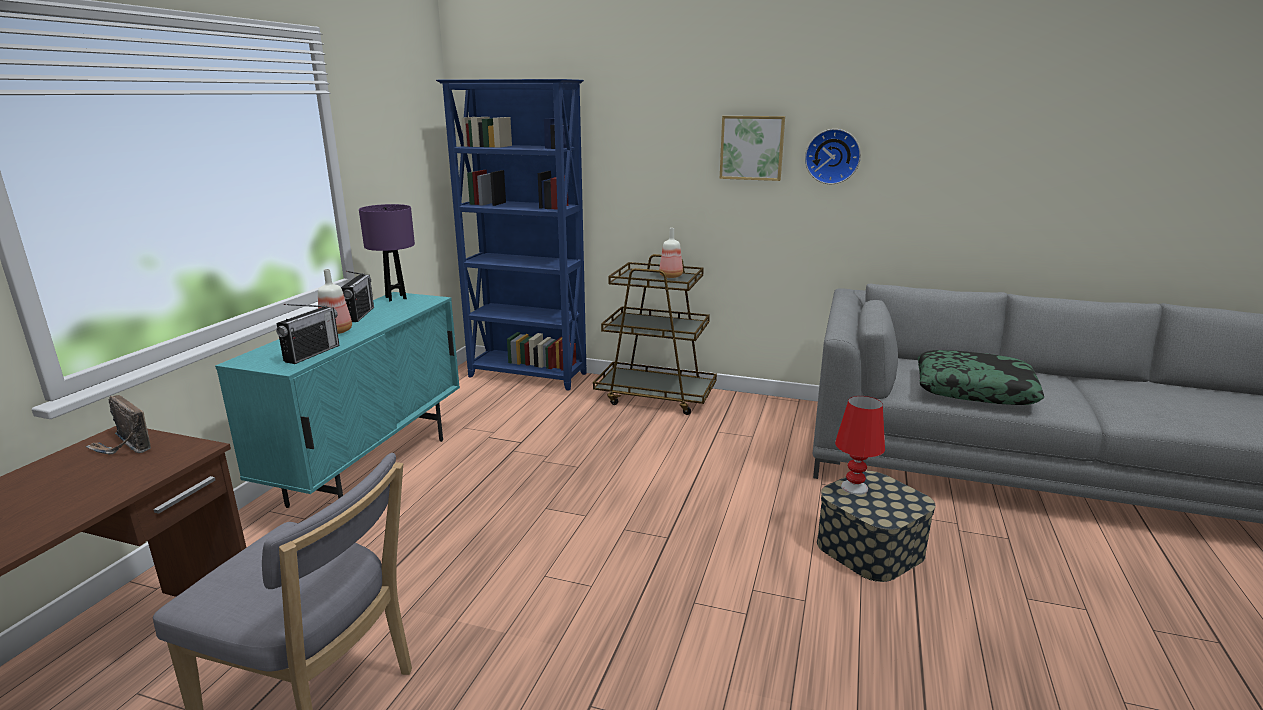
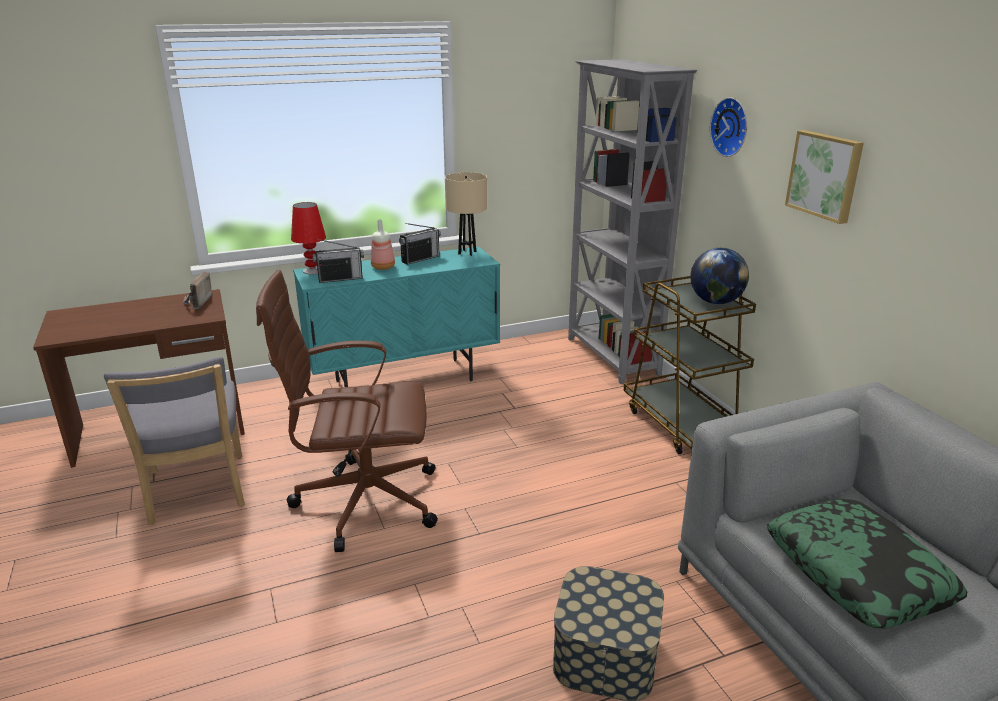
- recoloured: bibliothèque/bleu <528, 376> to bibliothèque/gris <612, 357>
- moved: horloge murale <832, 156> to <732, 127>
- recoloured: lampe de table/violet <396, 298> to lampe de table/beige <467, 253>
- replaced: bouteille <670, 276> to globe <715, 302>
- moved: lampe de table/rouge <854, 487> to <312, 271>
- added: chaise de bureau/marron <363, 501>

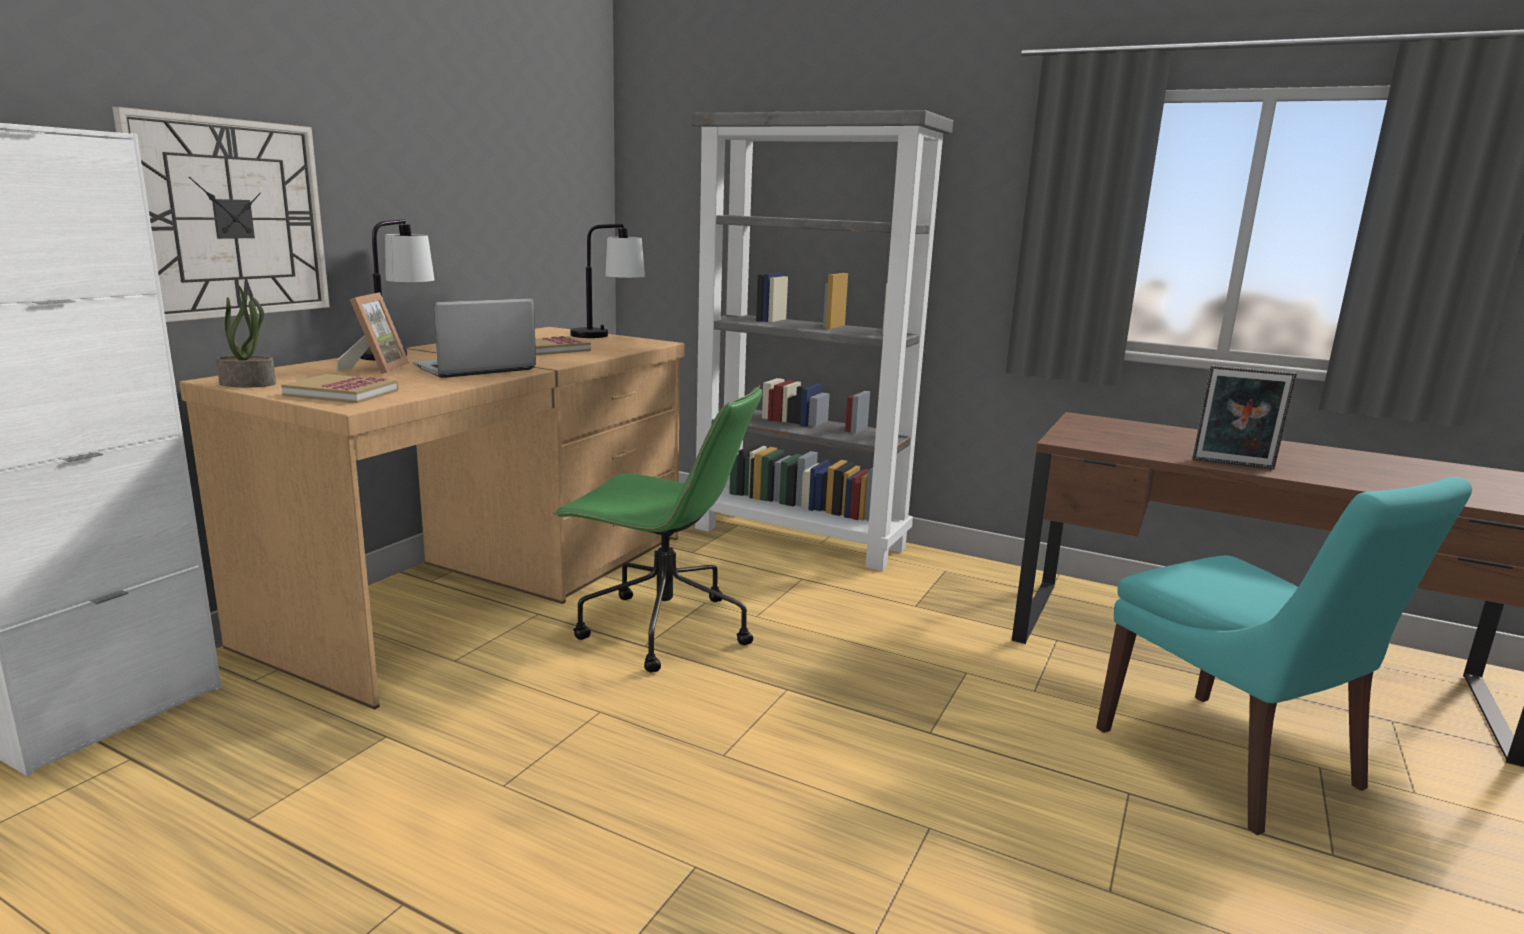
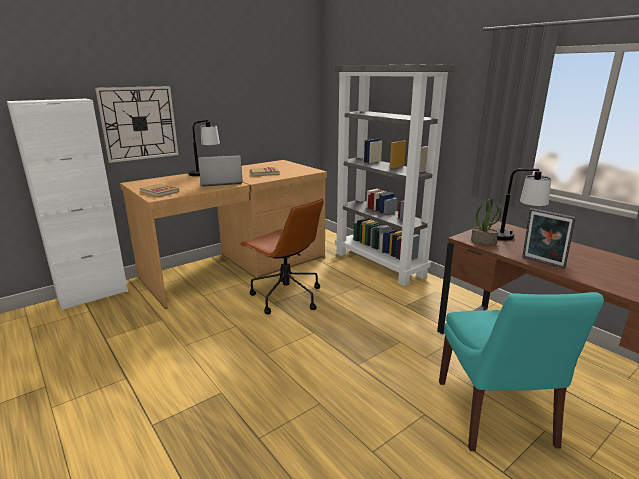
- moved: lampe de table <607, 336> to <513, 238>
- moved: plante en pot <249, 384> to <483, 241>
- removed: cadre photo <376, 368>
- recoloured: chaise de bureau/vert <661, 629> to chaise de bureau/marron <285, 297>

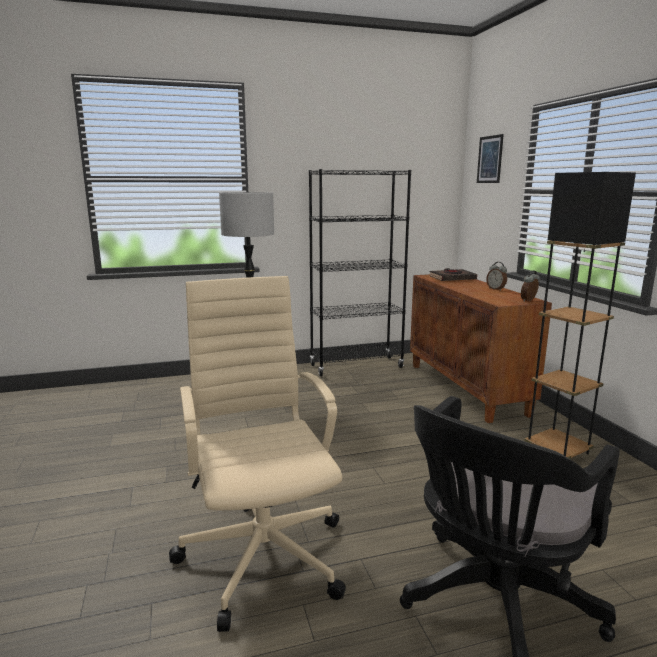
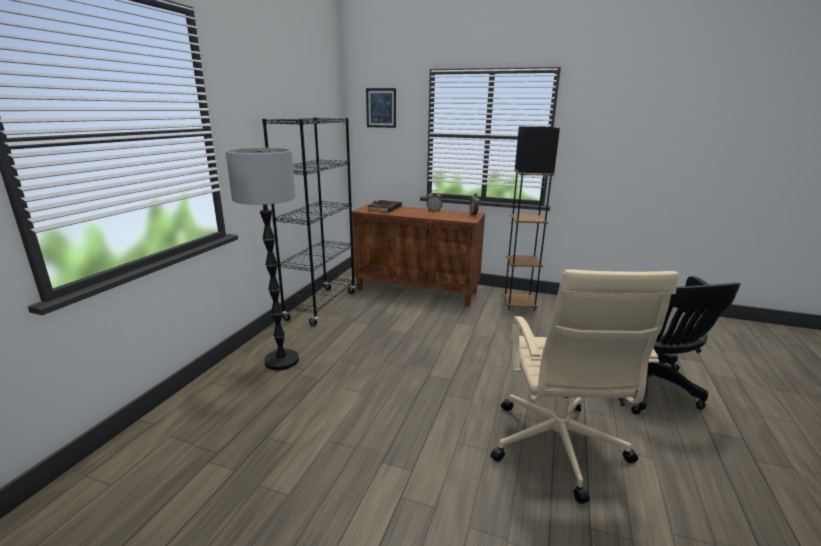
- turned: chaise de bureau/beige <263, 553> = <557, 448> 105 degrees counterclockwise

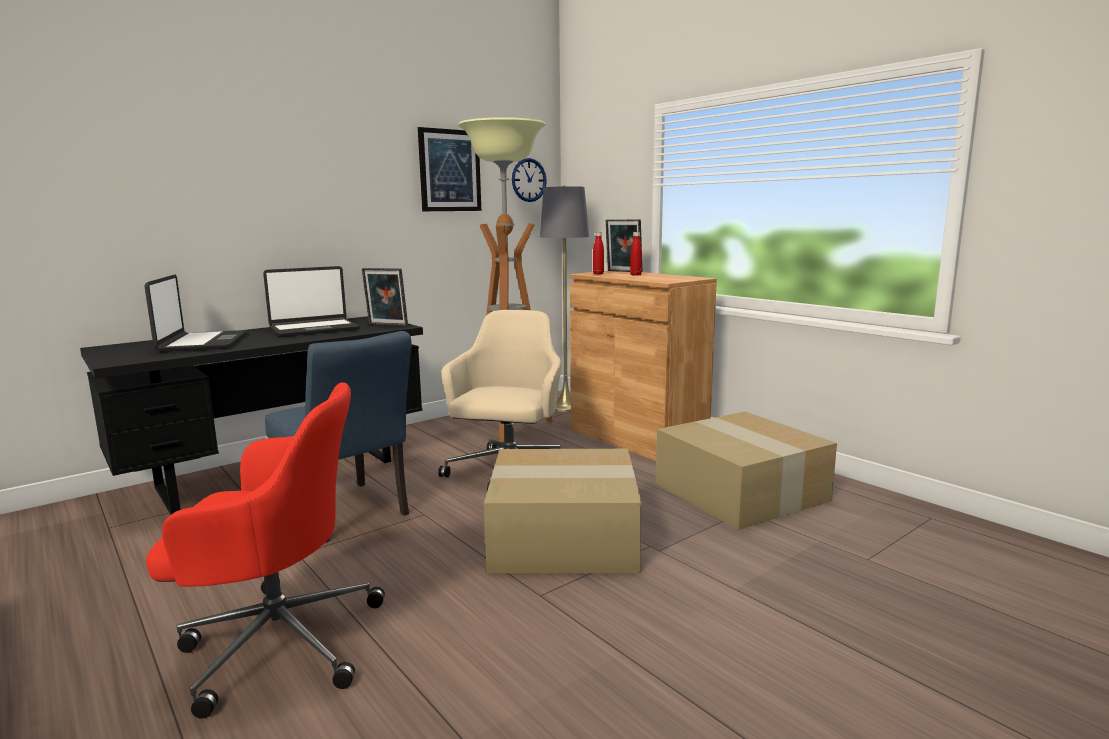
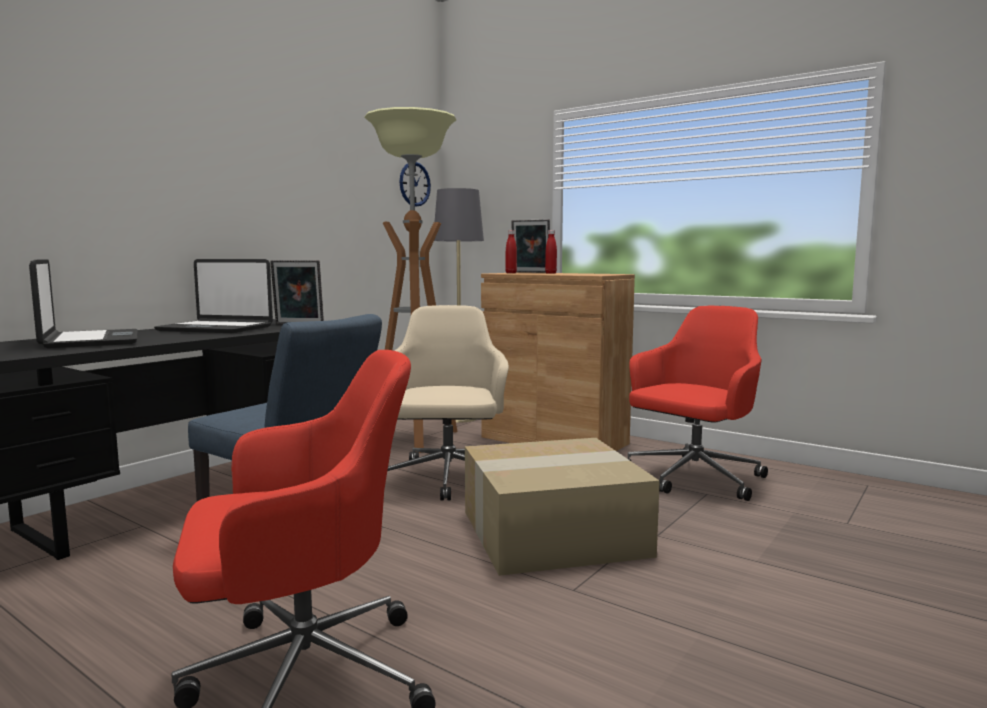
- removed: tableau <449, 170>
- turned: ordinateur portable <314, 329> = <216, 328> 60 degrees clockwise
- replaced: carton <743, 492> to chaise de bureau/rouge <692, 478>

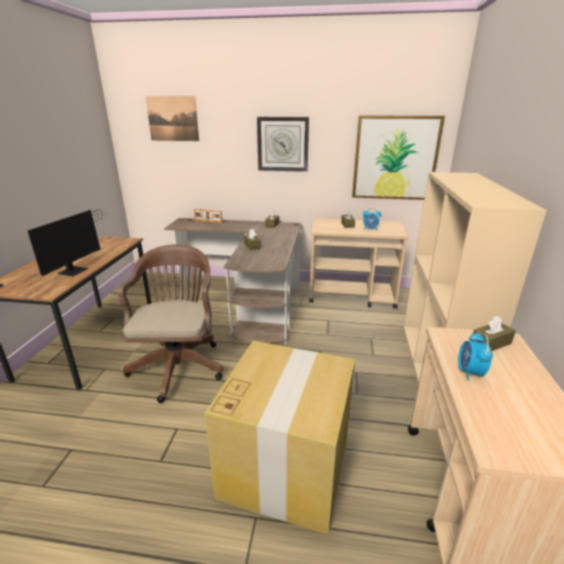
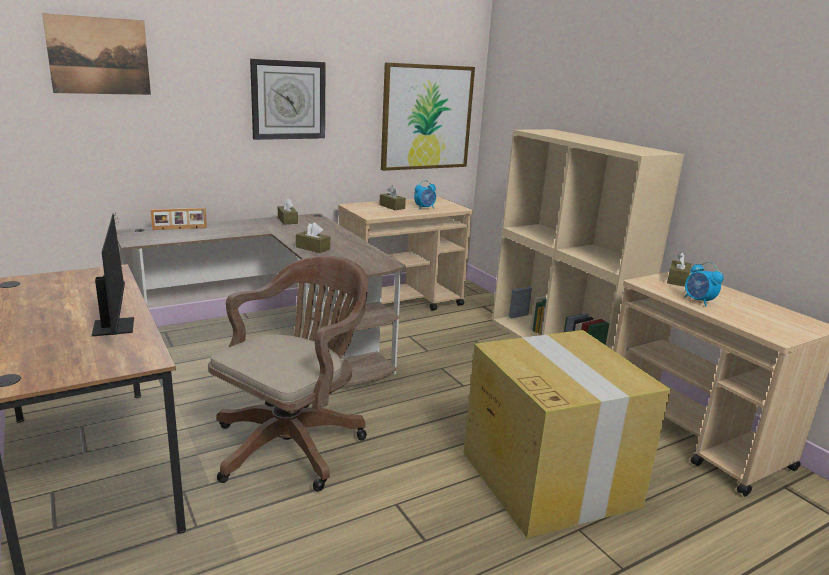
- turned: chaise de bureau/marron <179, 364> = <294, 442> 75 degrees clockwise

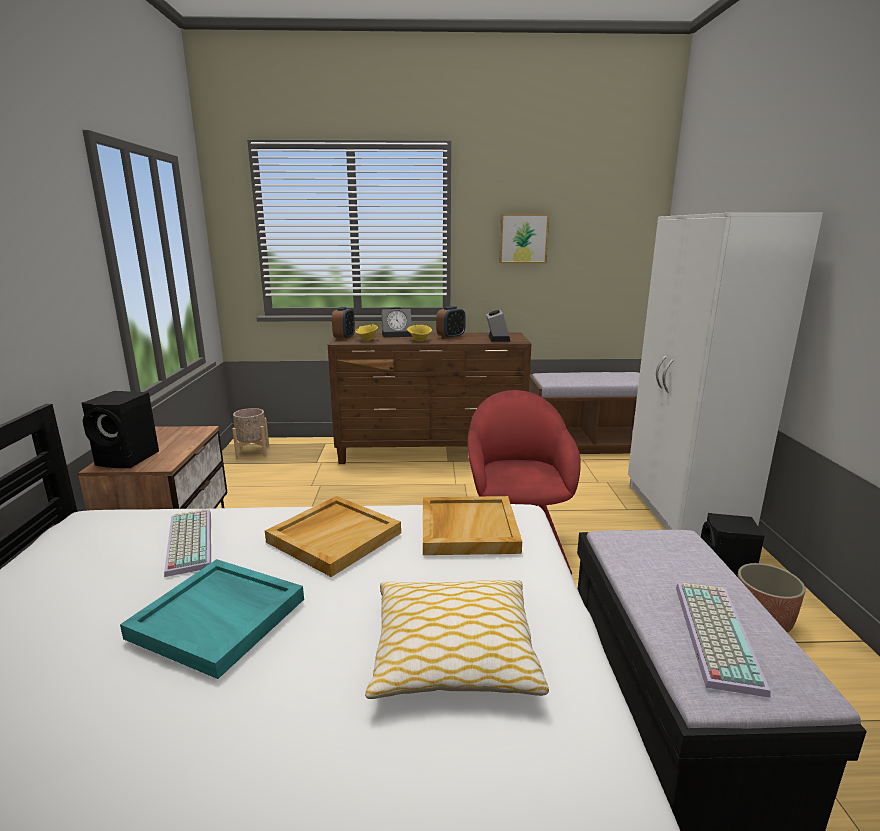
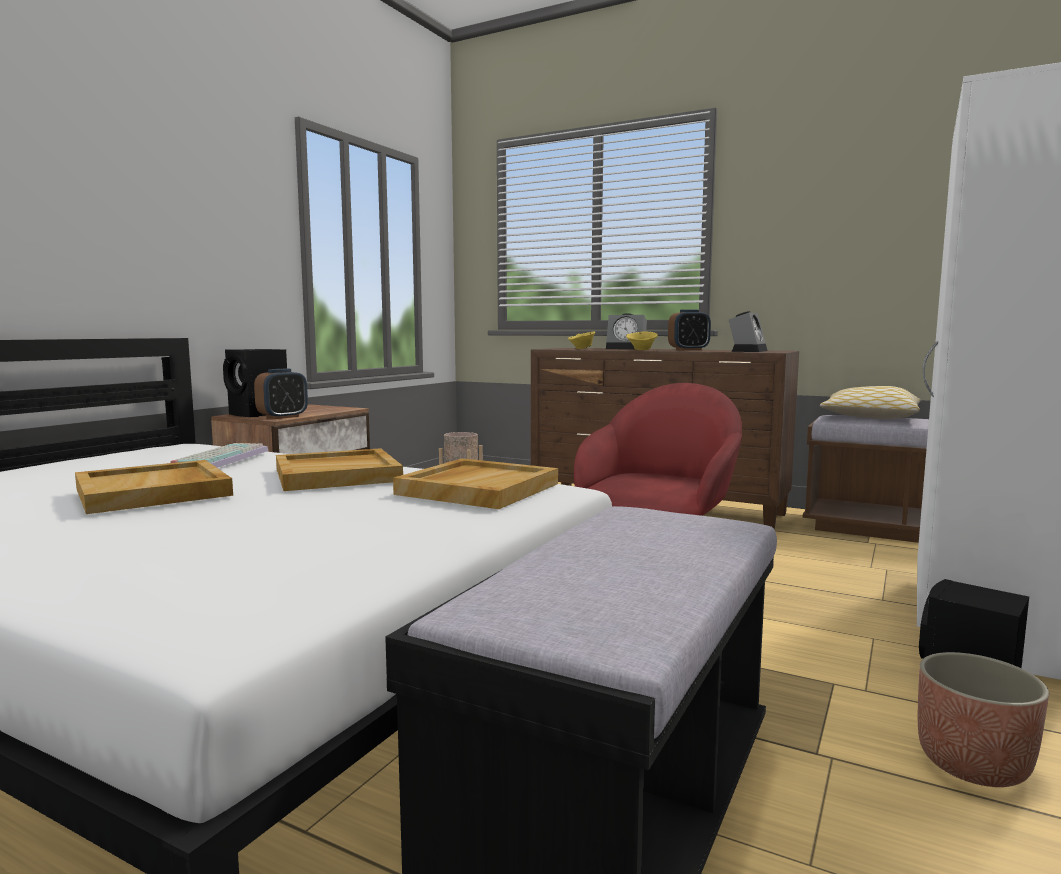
- removed: tableau <523, 238>
- moved: réveil <344, 338> to <283, 417>
- recoloured: plateau/turquoise <220, 618> to plateau/beige <155, 492>
- moved: coussin <453, 654> to <870, 417>
- removed: clavier <713, 633>

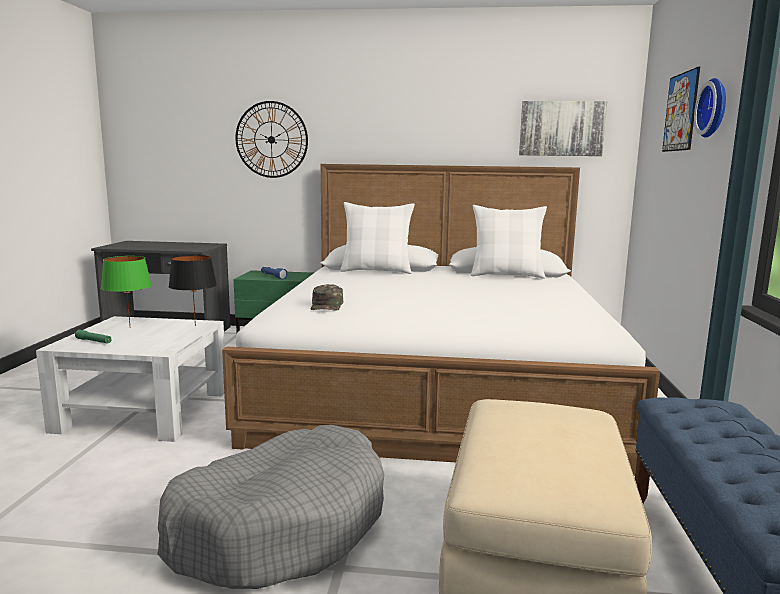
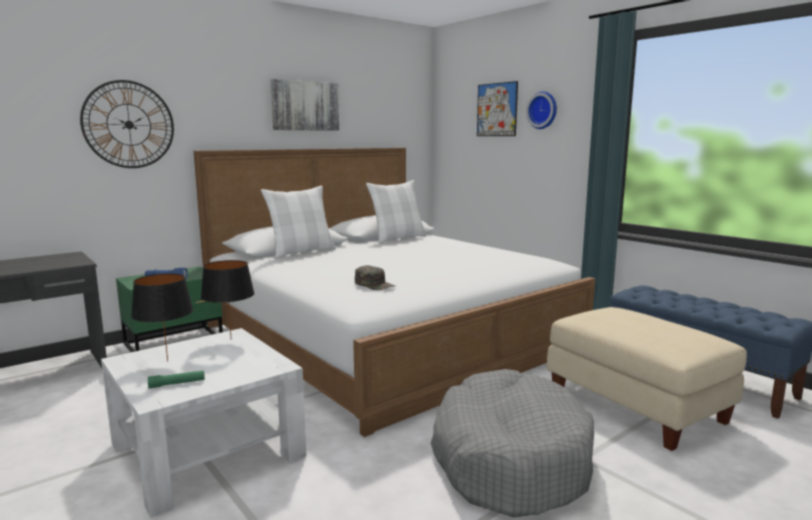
- moved: tableau <561, 128> to <305, 106>
- recoloured: lampe de table/vert <130, 327> to lampe de table/noir <168, 361>

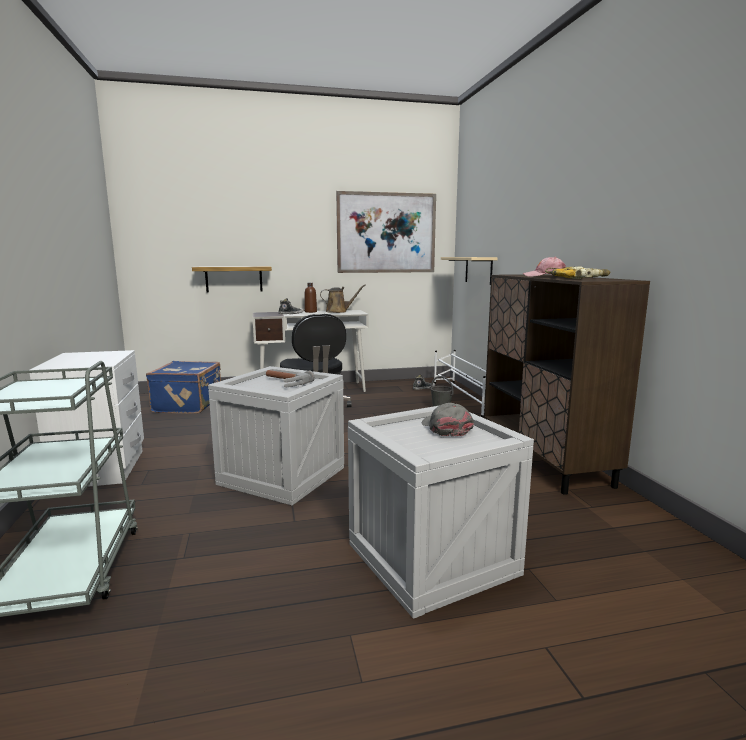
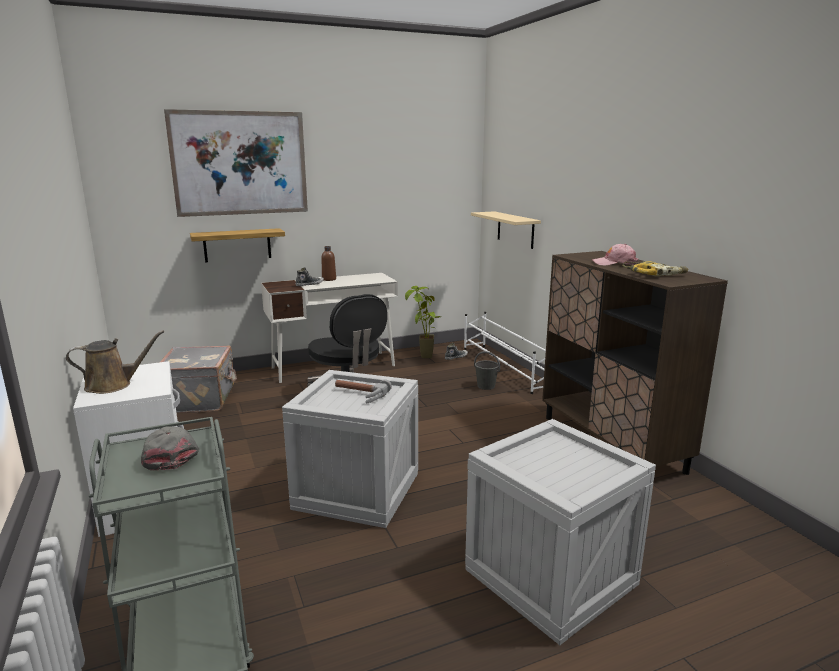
- moved: tableau <386, 233> to <240, 163>
- moved: arrosoir/marron <338, 311> to <113, 385>
- recoloured: valise/bleu <189, 405> to valise/gris <200, 399>
- moved: casquette/gris <446, 428> to <169, 455>
- added: plante en pot <424, 358>

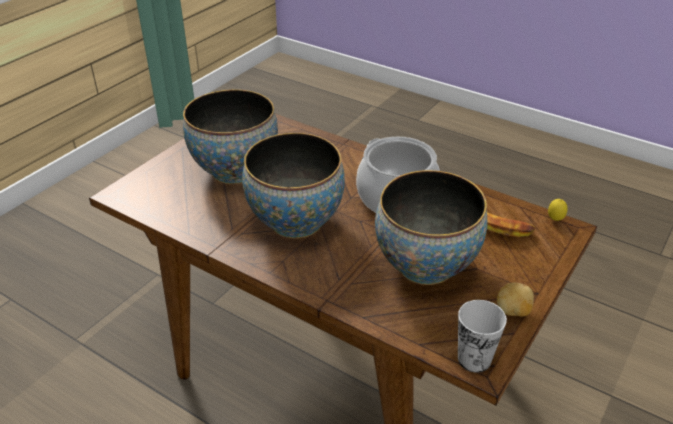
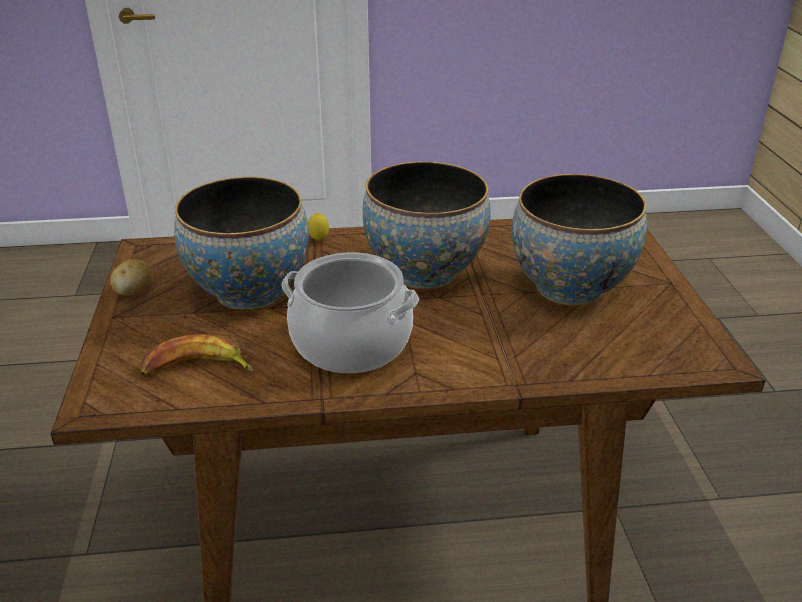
- moved: citron <555, 220> to <319, 240>
- removed: tasse <474, 359>

